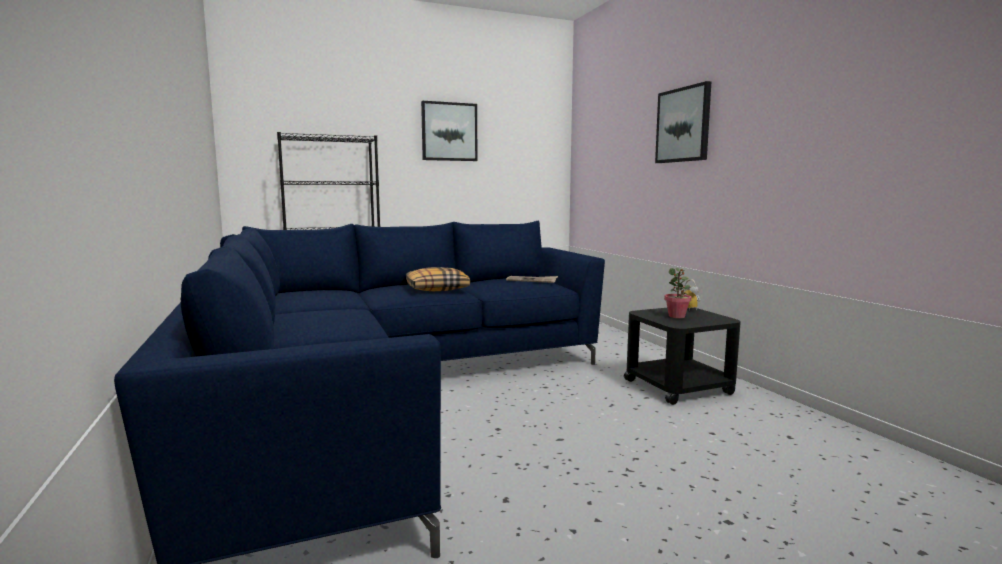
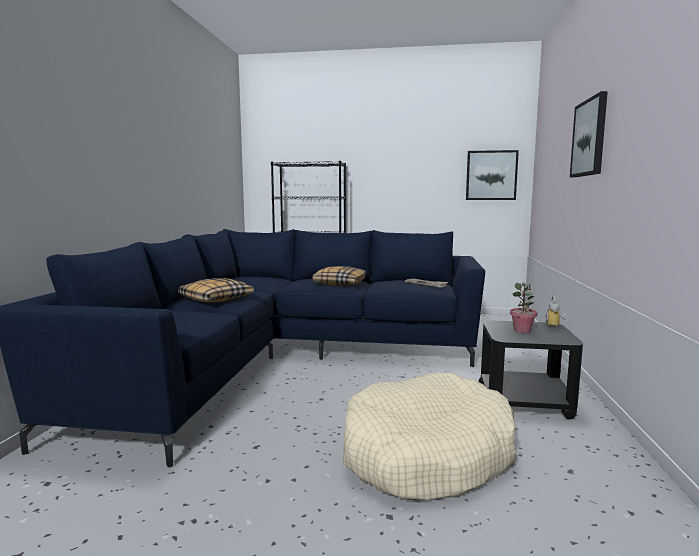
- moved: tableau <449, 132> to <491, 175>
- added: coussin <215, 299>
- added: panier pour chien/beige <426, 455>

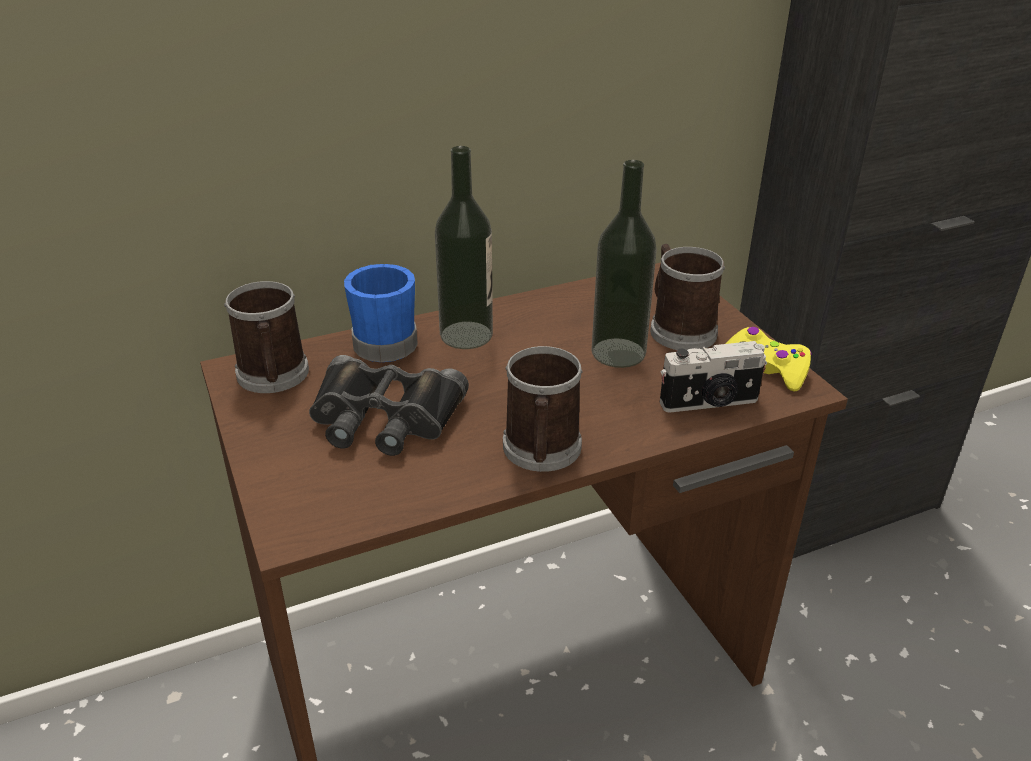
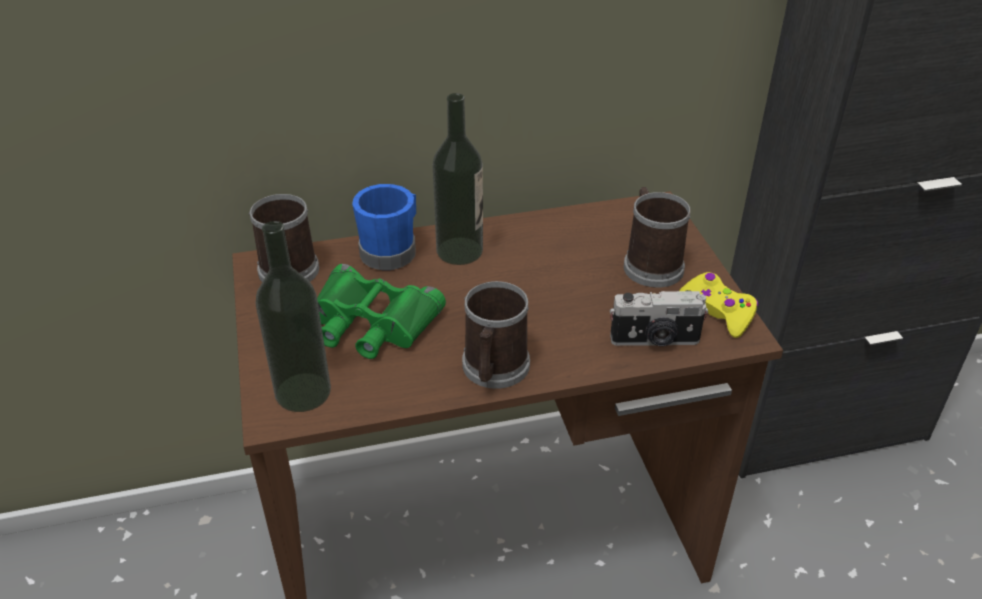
- moved: bouteille <618, 352> to <303, 392>
- recoloured: jumelles/noir <384, 418> to jumelles/vert <370, 323>

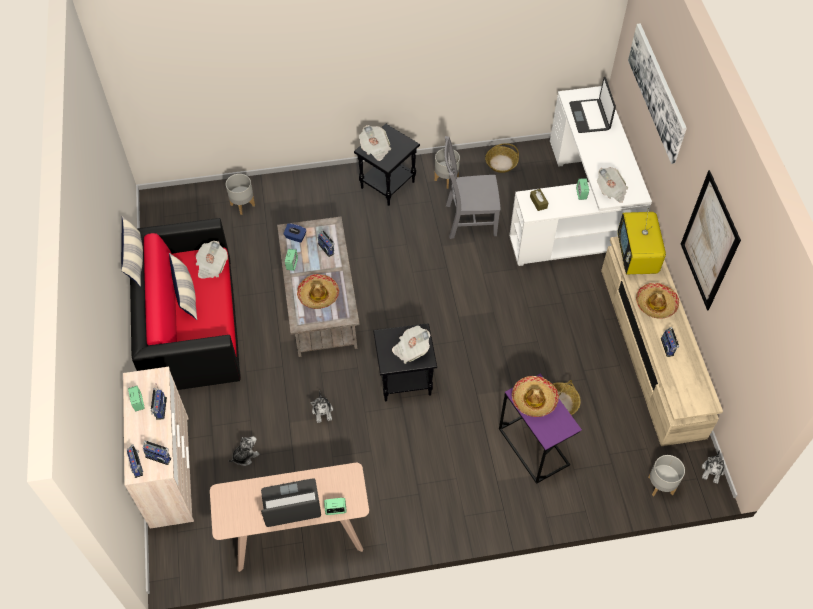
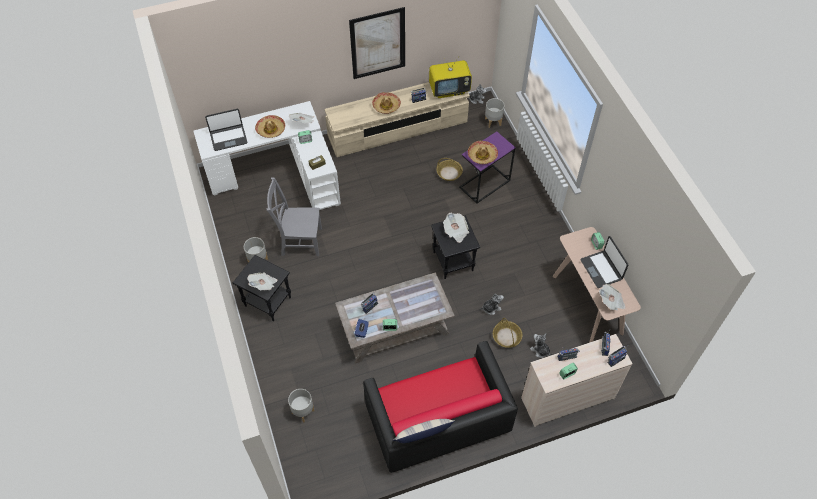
- removed: tableau <657, 91>
- turned: chaise/gris <468, 220> = <299, 241> 105 degrees clockwise
- moved: panier <501, 163> to <506, 337>
- moved: téléviseur <636, 258> to <449, 90>
- moved: journal <211, 266> to <611, 302>
- removed: coussin <186, 294>
- moved: chapeau <318, 295> to <271, 129>

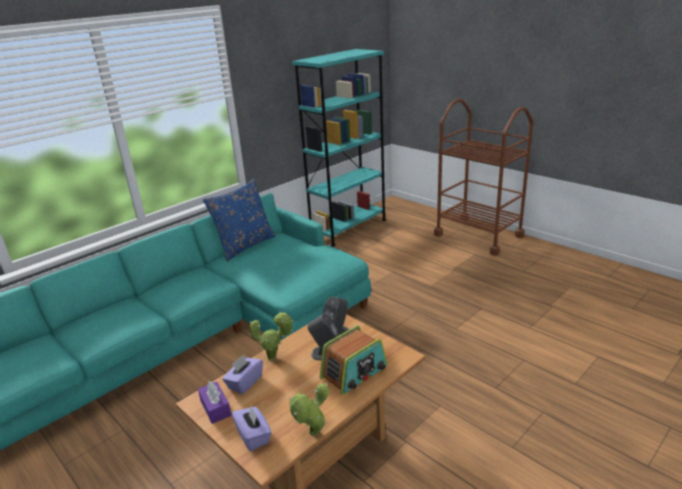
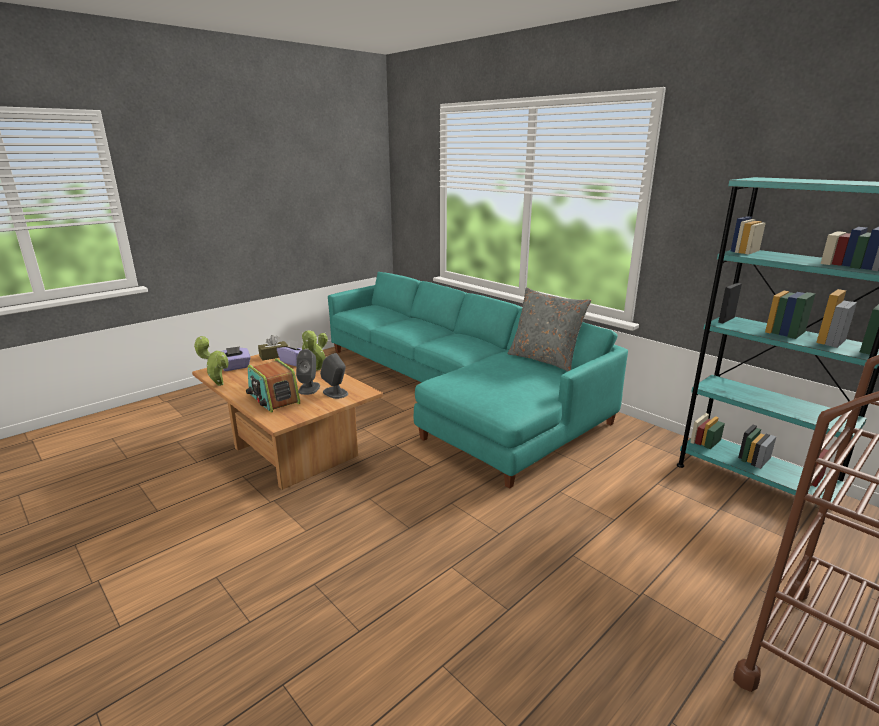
- recoloured: coussin/bleu <245, 245> to coussin/gris <544, 359>
- recoloured: boîte à mouchoirs/violet <215, 408> to boîte à mouchoirs/marron <274, 356>

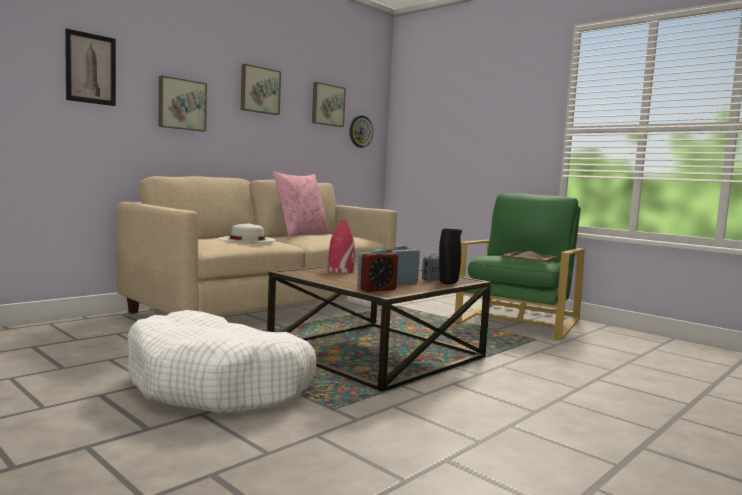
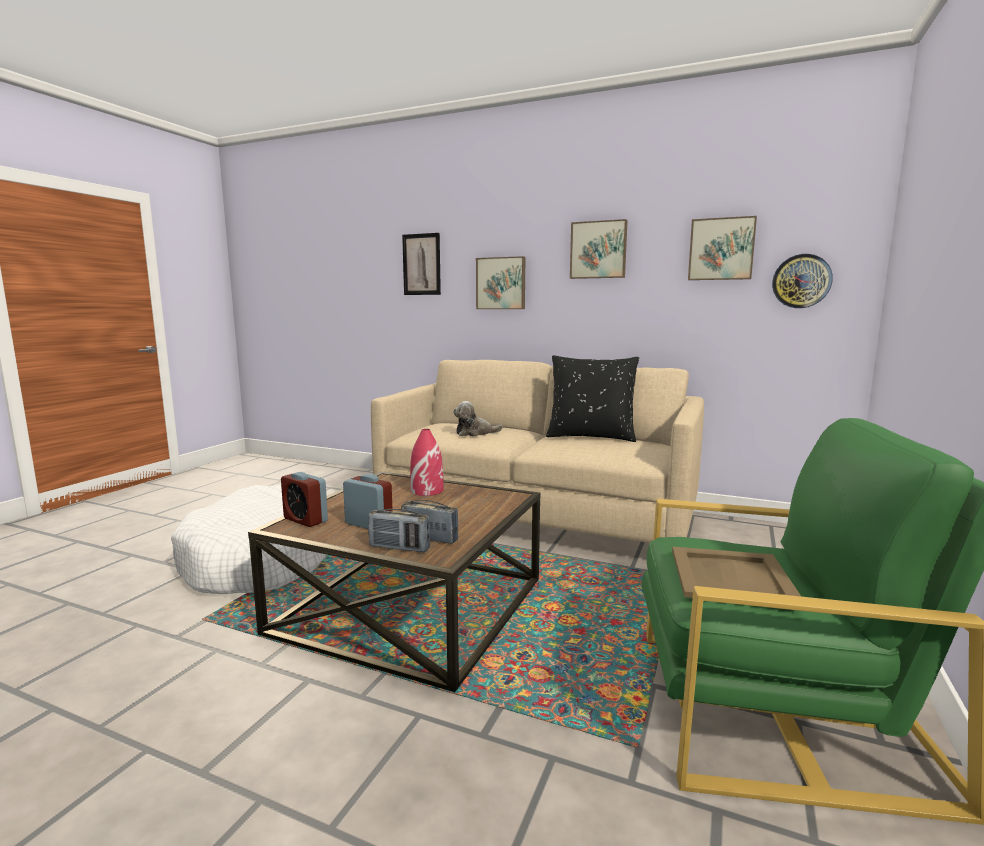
- recoloured: coussin/rose <301, 234> to coussin/noir <591, 436>
- replaced: chapeau/blanc <247, 239> to peluche <475, 433>
- replaced: vase/noir <448, 283> to radio <399, 548>

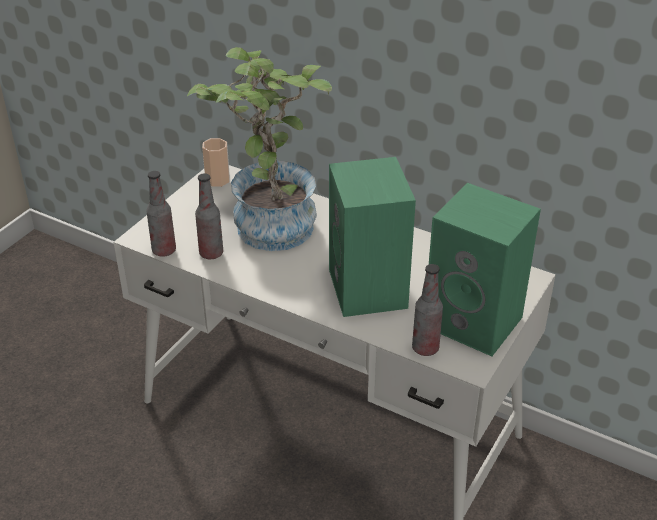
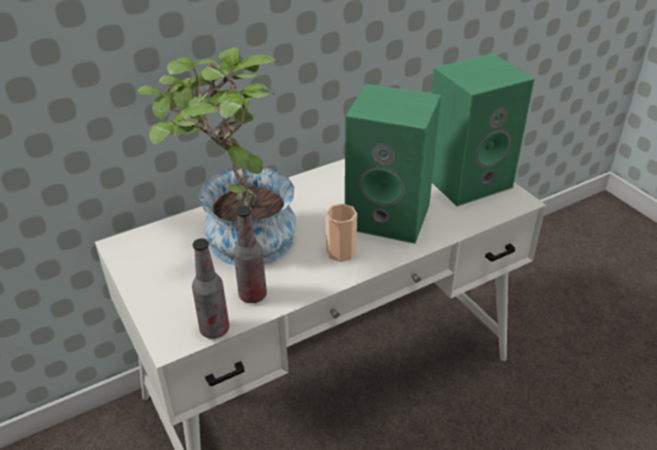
- moved: tasse <217, 180> to <341, 252>
- removed: bouteille <425, 348>

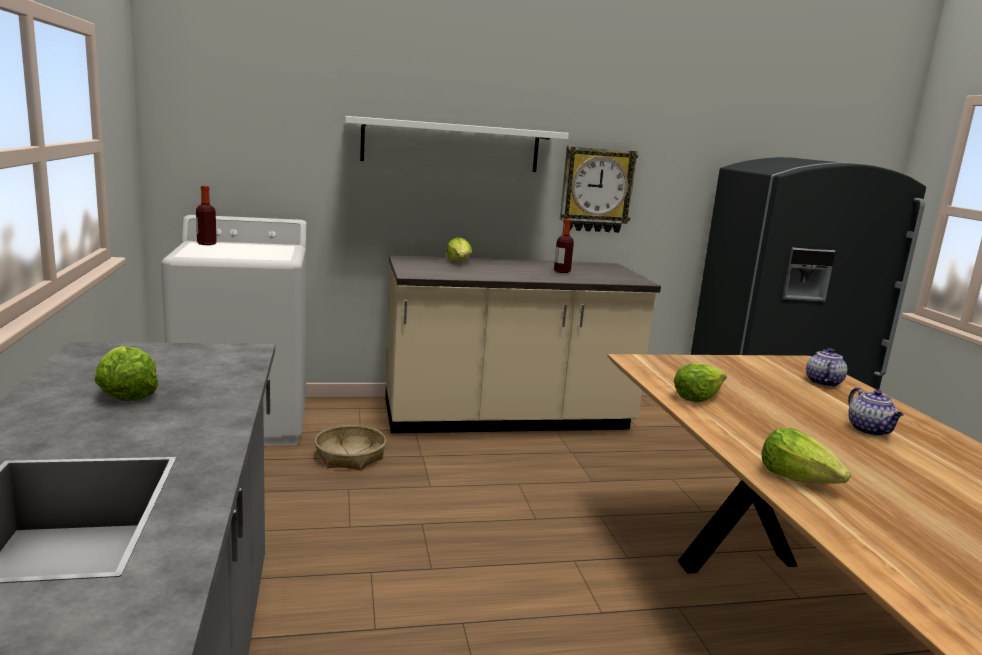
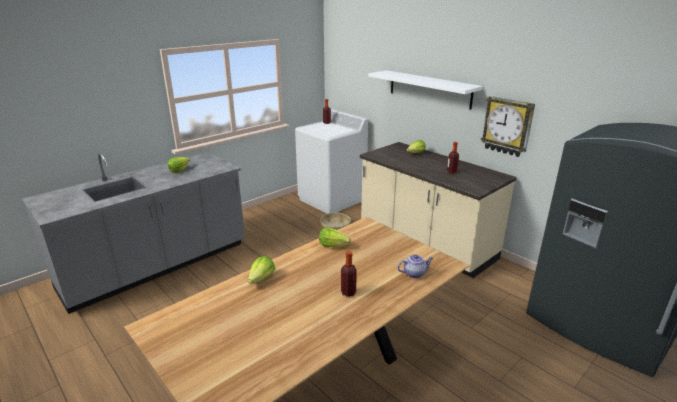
- replaced: théière <870, 430> to bouteille <348, 292>

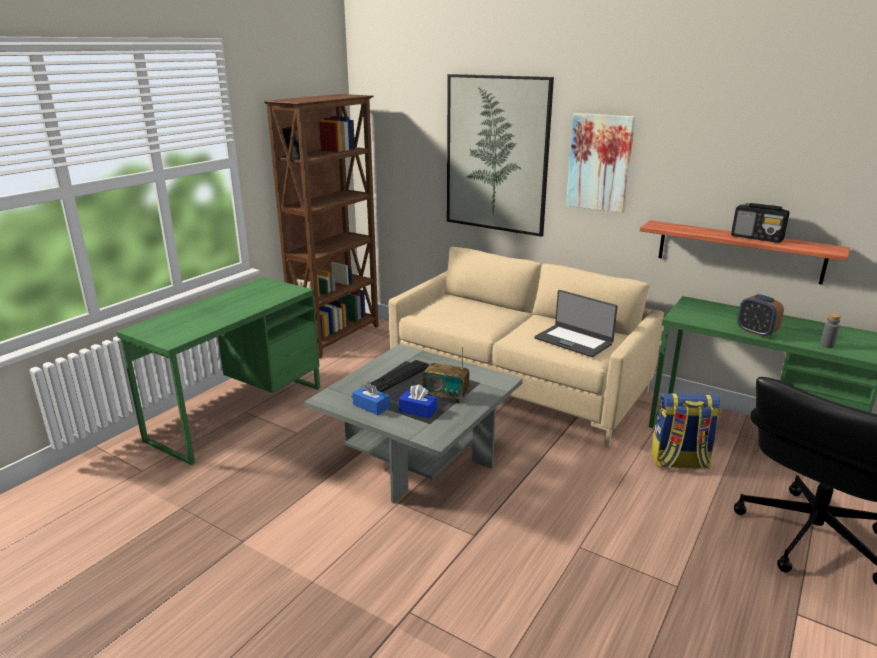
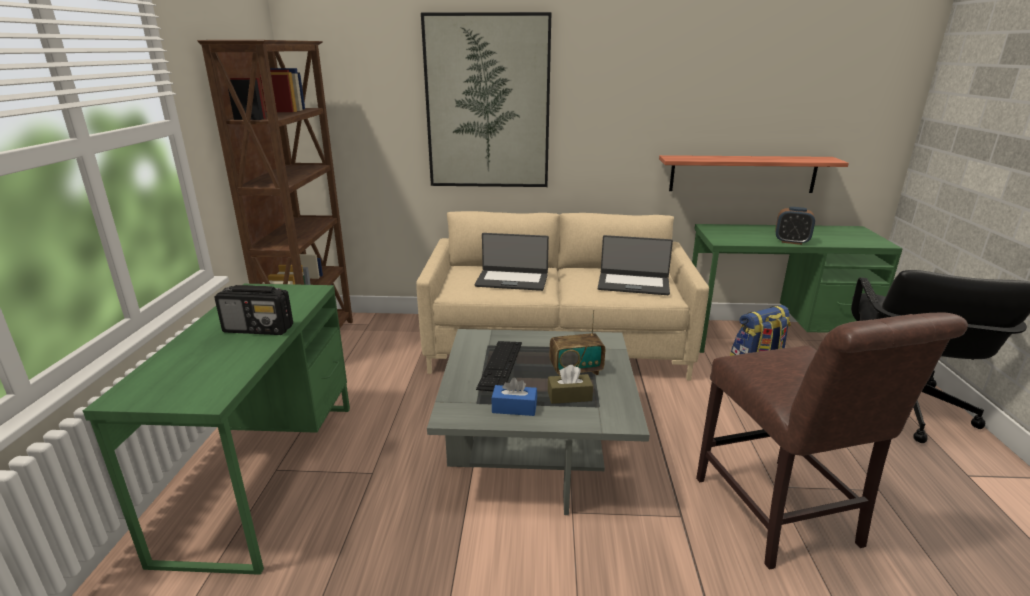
- removed: tableau <600, 162>
- moved: radio <757, 238> to <259, 329>
- removed: bouteille/gris <826, 345>
- recoloured: boîte à mouchoirs/bleu <418, 410> to boîte à mouchoirs/marron <569, 396>
- added: ordinateur portable <512, 280>
- added: chaise/marron <780, 517>

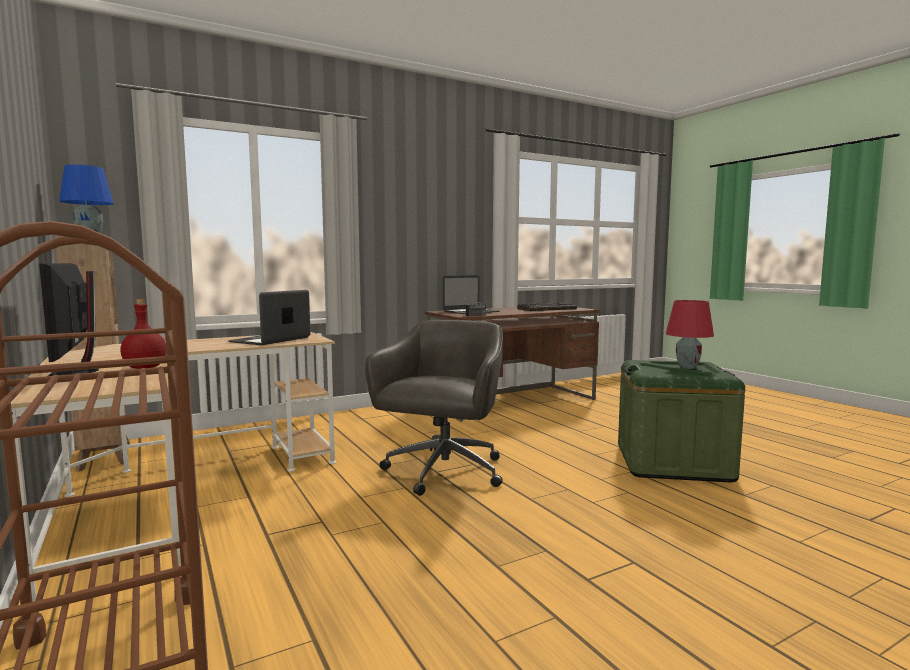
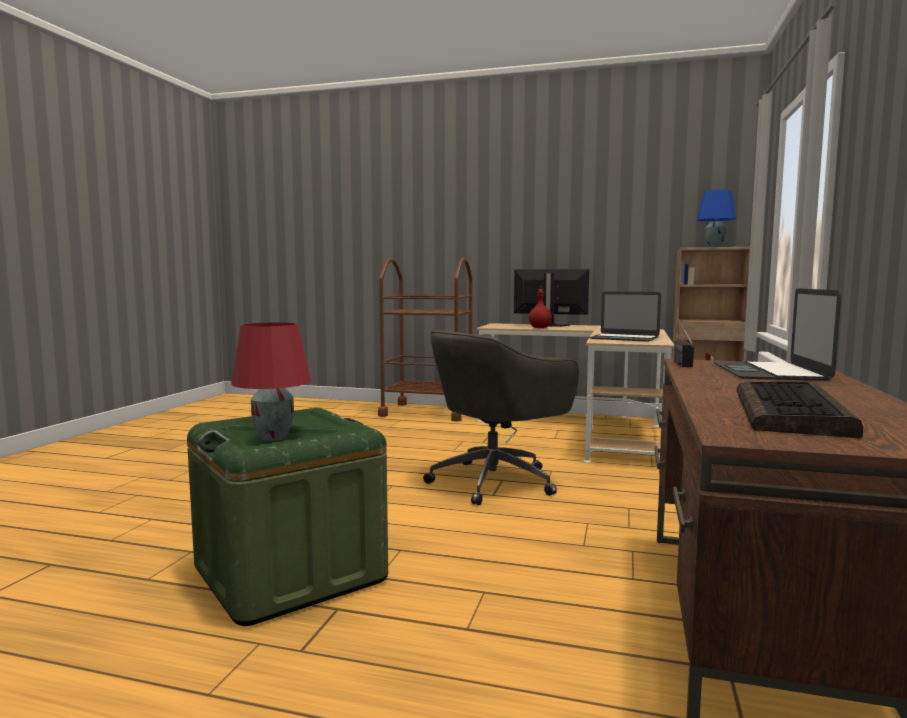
- turned: ordinateur portable <270, 340> = <624, 338> 135 degrees clockwise
- turned: chaise de bureau/gris <443, 472> = <496, 481> 75 degrees clockwise

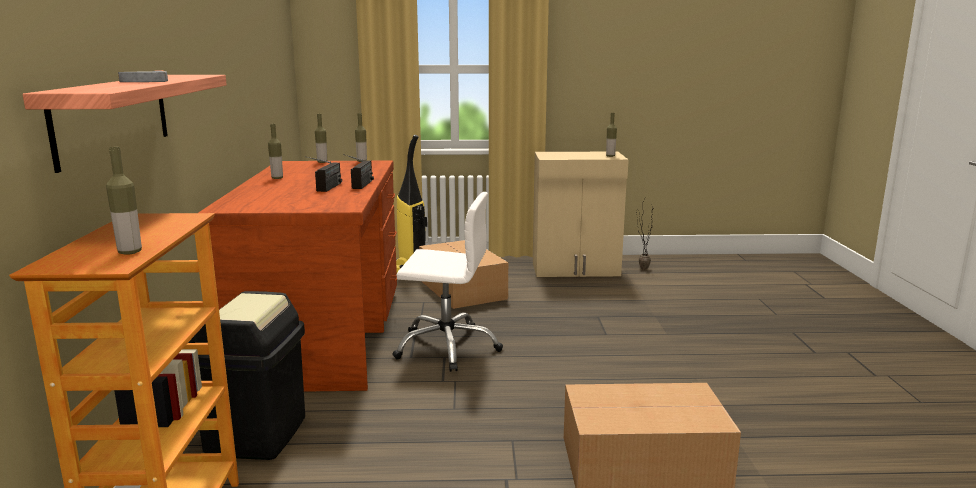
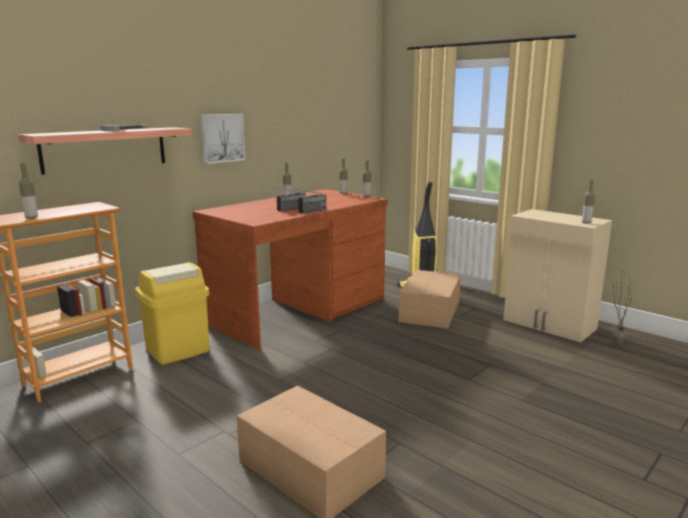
- removed: chaise de bureau/blanc <447, 347>
- recoloured: poubelle/noir <257, 435> to poubelle/jaune <177, 350>
- added: tableau <221, 138>

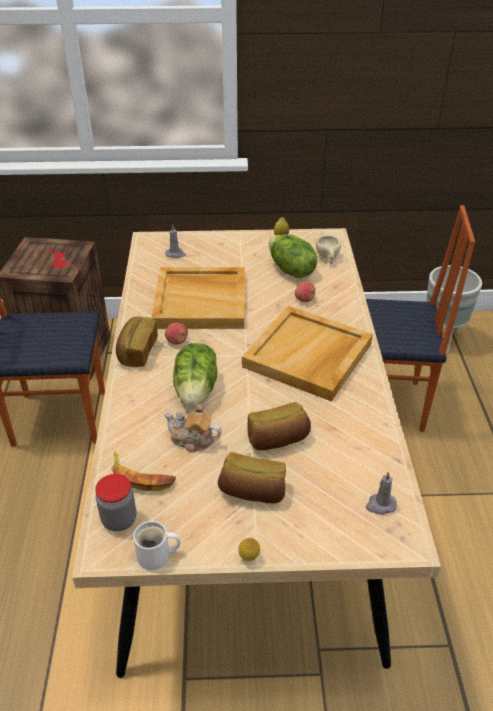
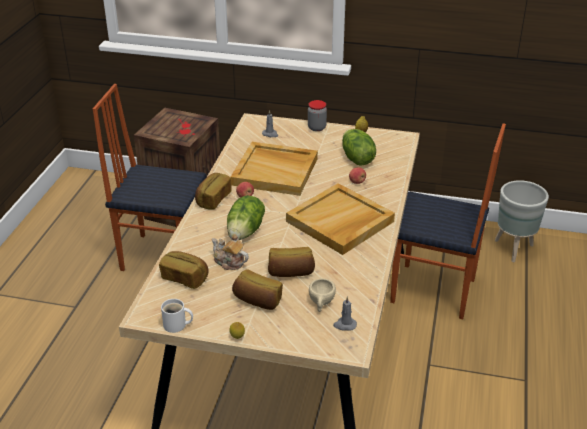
- moved: tasse/beige <328, 258> to <321, 303>
- replaced: banane <141, 476> to pain <185, 278>
- moved: bocal <119, 519> to <316, 128>

